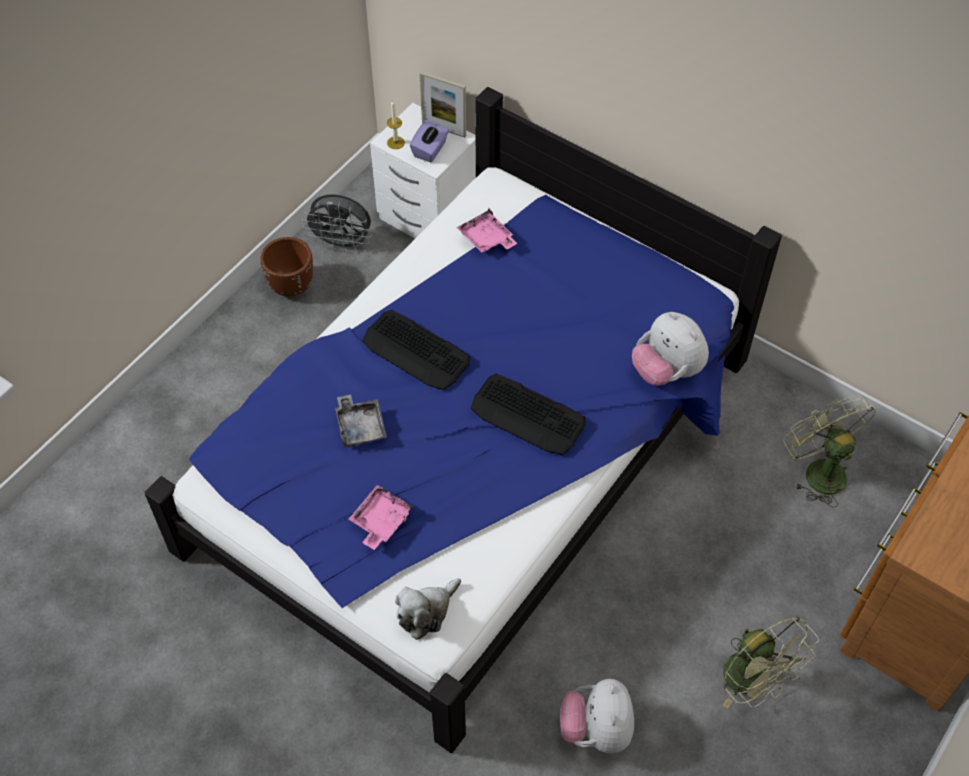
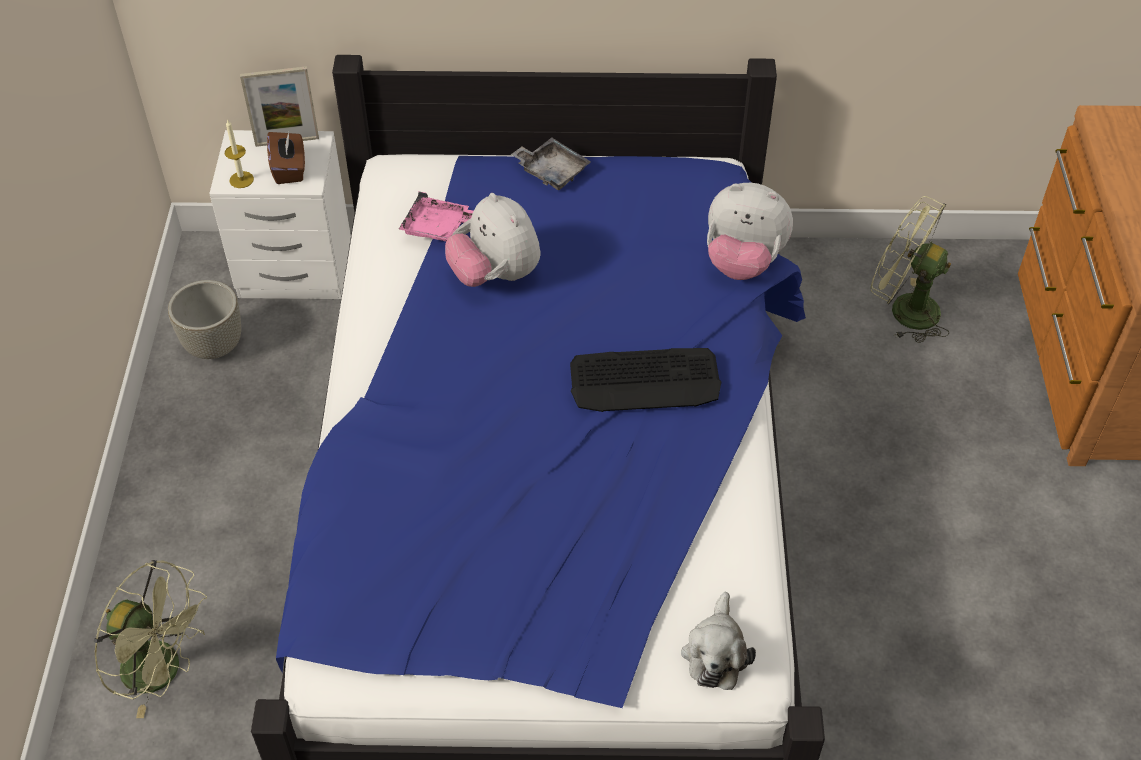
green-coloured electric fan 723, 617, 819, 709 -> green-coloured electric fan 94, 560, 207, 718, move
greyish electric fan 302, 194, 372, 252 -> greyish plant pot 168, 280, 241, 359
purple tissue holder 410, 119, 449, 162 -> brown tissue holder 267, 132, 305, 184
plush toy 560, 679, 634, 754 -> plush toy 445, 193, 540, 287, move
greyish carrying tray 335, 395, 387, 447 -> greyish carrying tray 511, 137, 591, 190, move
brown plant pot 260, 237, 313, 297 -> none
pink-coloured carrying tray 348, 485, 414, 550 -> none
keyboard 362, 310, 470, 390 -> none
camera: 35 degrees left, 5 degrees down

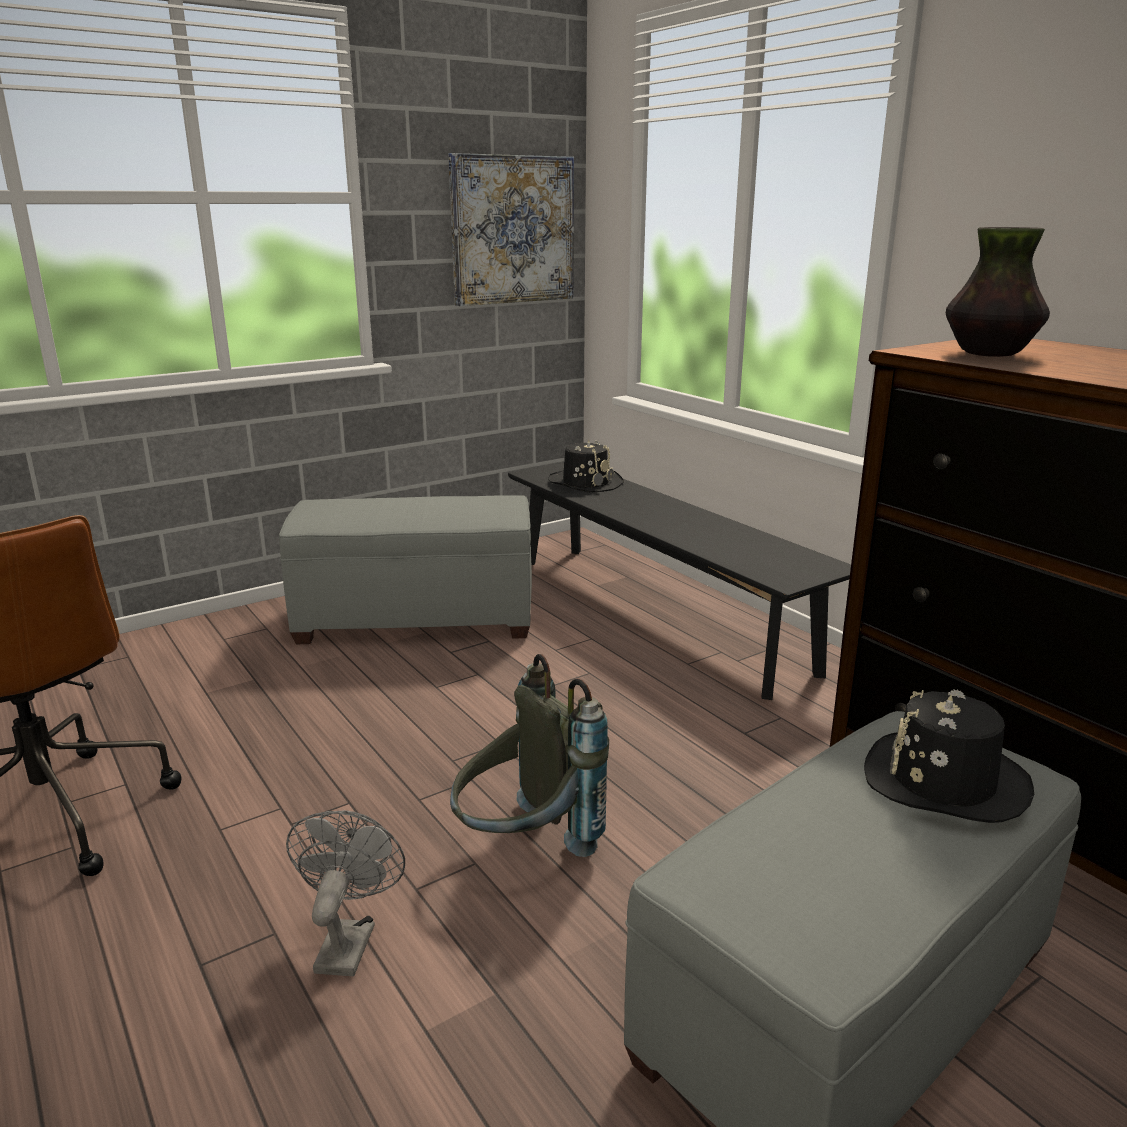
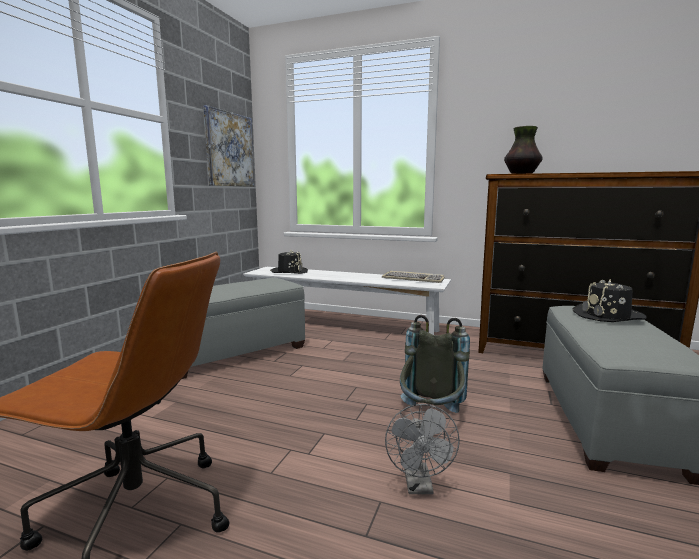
black-coloured indoor bench 508, 463, 851, 700 -> white indoor bench 243, 267, 451, 335
none -> keyboard 382, 271, 445, 283
greyish electric fan 286, 810, 405, 976 -> greyish electric fan 385, 404, 460, 494, 150 degrees counterclockwise
camera: 35 degrees left, 10 degrees down

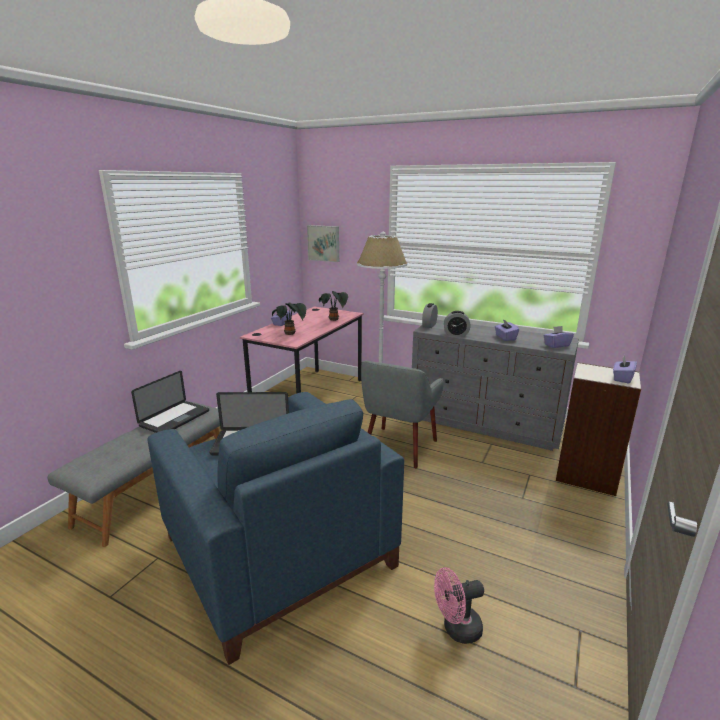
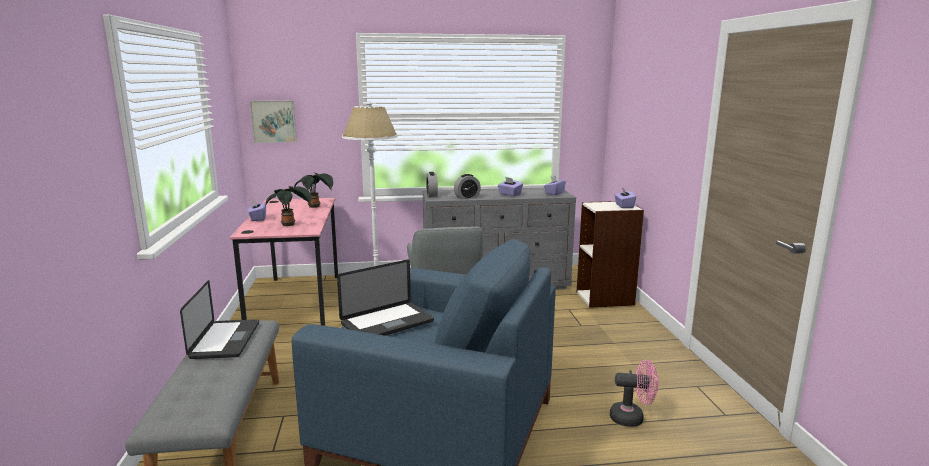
pink-coloured electric fan 434, 567, 484, 644 -> pink-coloured electric fan 610, 360, 658, 427, 120 degrees counterclockwise
camera: 35 degrees left, 5 degrees down

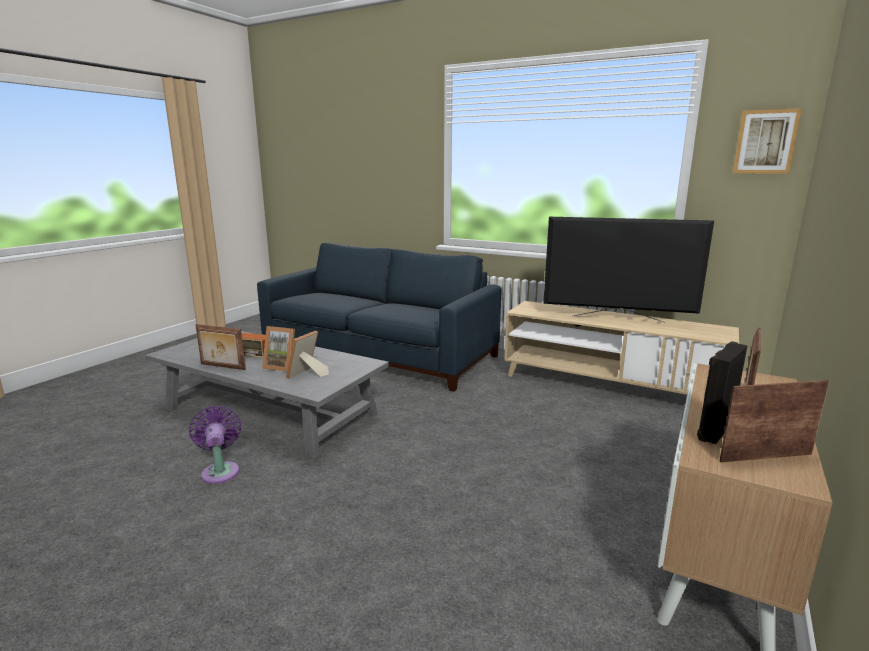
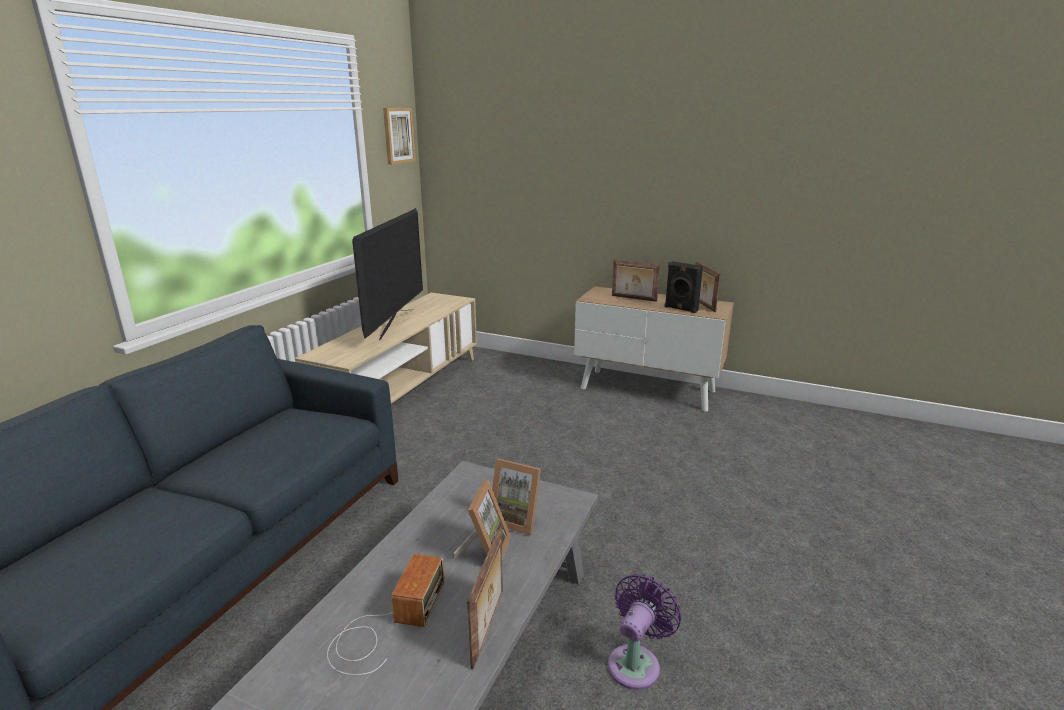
purple electric fan 189, 406, 241, 484 -> purple electric fan 608, 574, 682, 690, 150 degrees clockwise
camera: 95 degrees left, 5 degrees up

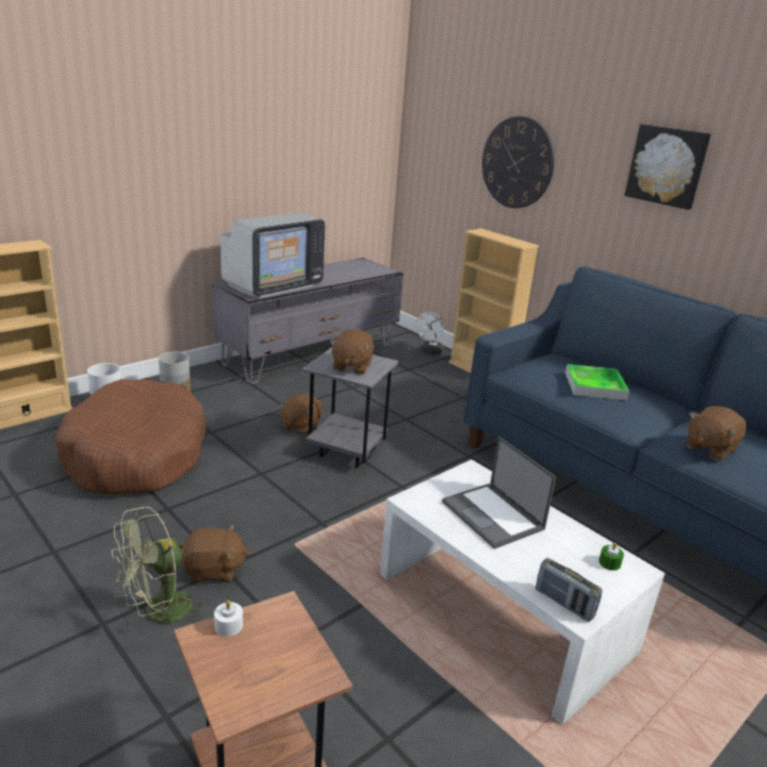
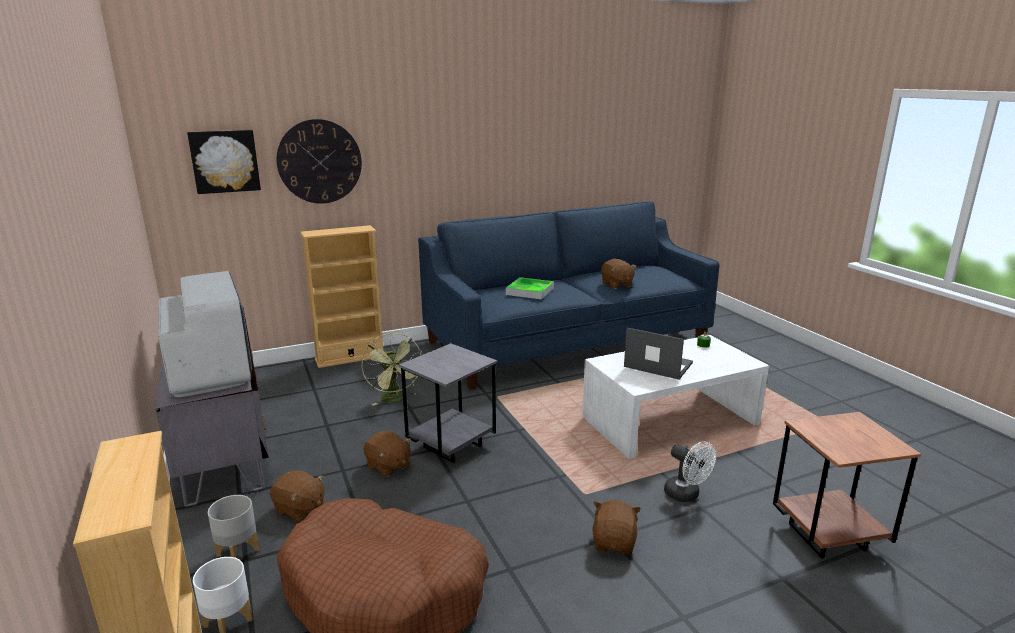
picture 625, 124, 711, 210 -> picture 187, 130, 261, 194, move
brown plush toy 330, 329, 374, 374 -> brown plush toy 270, 470, 325, 523, move
green-coloured electric fan 112, 506, 208, 628 -> green-coloured electric fan 362, 333, 422, 406, move
laptop 442, 436, 556, 549 -> laptop 624, 328, 693, 380, 135 degrees counterclockwise
white electric fan 416, 312, 444, 355 -> white electric fan 664, 441, 716, 502, move
white wax light 214, 600, 243, 637 -> none
radio receiver 535, 558, 602, 622 -> none
camera: 70 degrees left, 5 degrees down

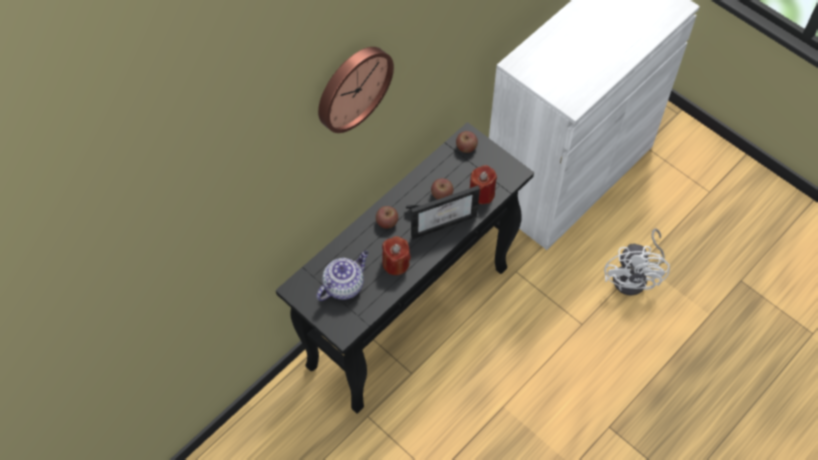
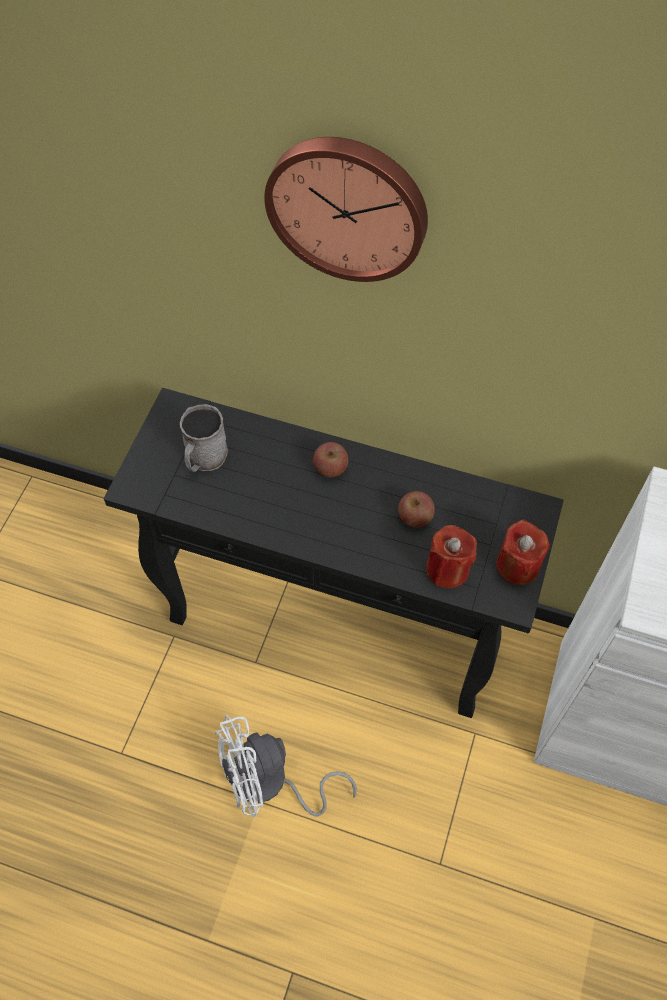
tea pot 316, 251, 368, 301 -> greyish mug 180, 404, 228, 472
white electric fan 604, 229, 670, 296 -> white electric fan 215, 715, 357, 817, move
red-coloured wax light 382, 236, 411, 275 -> red-coloured wax light 496, 520, 550, 585, move
standing frame 406, 186, 480, 240 -> none
apple fruit 456, 131, 478, 153 -> none
camera: 65 degrees right, 0 degrees up

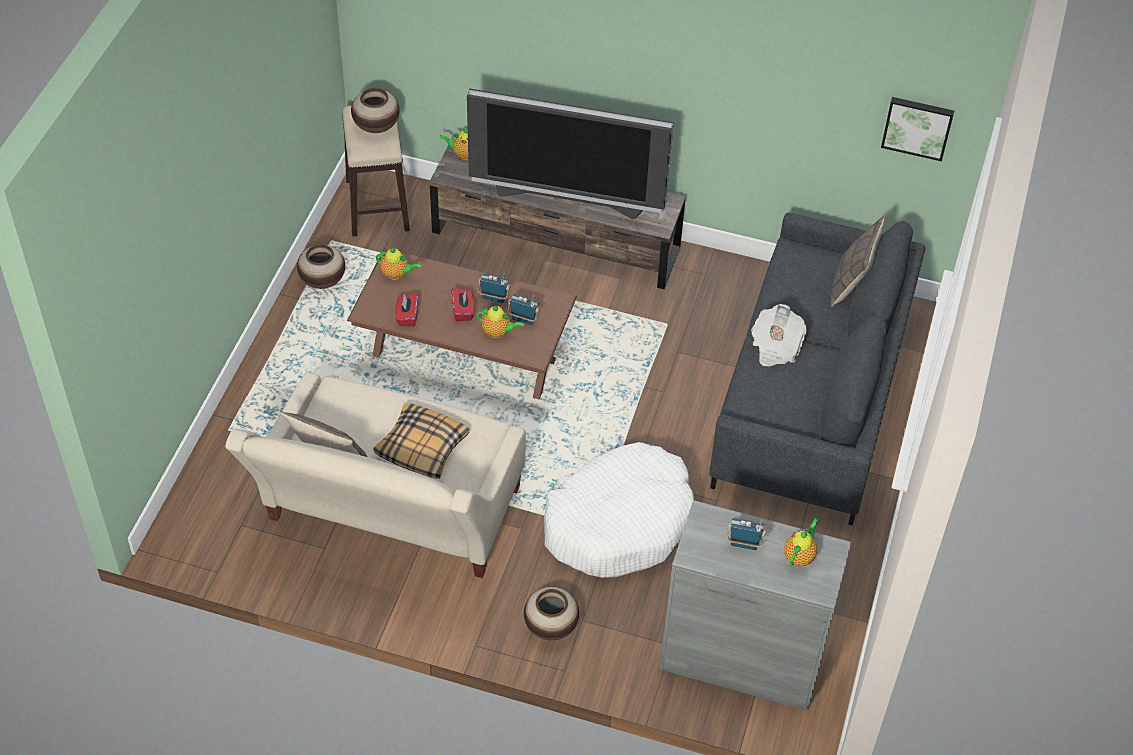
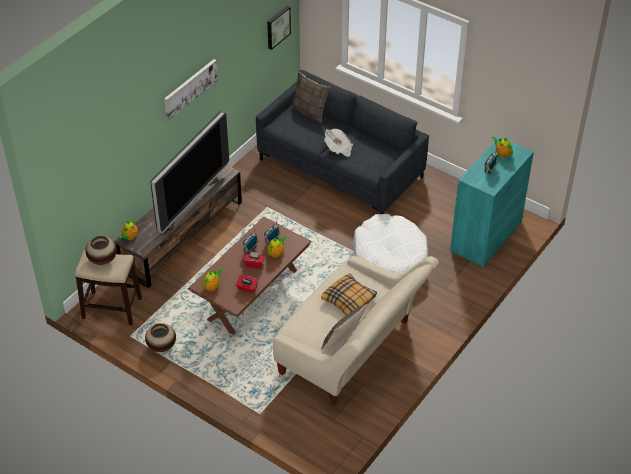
none -> picture 164, 59, 218, 120
greyish cabinet 659, 500, 852, 711 -> blue-green cabinet 450, 136, 534, 267
decorative vase 524, 587, 579, 640 -> none
camera: 70 degrees left, 5 degrees down

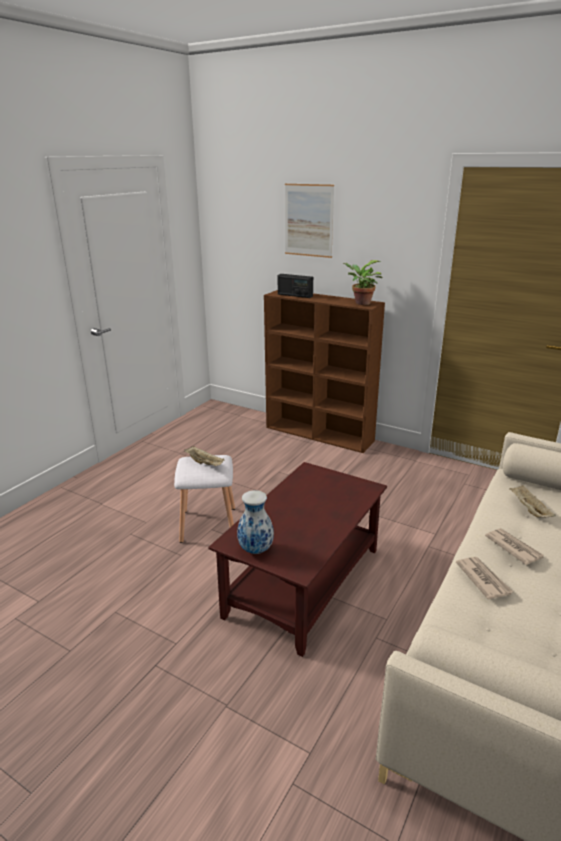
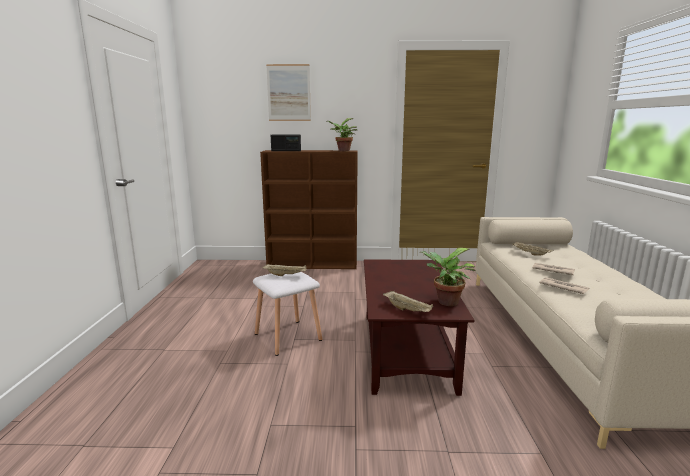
decorative vase 237, 490, 274, 554 -> beige-coloured carrying tray 383, 291, 433, 312
none -> houseplant 421, 248, 475, 306
camera: 30 degrees left, 10 degrees down

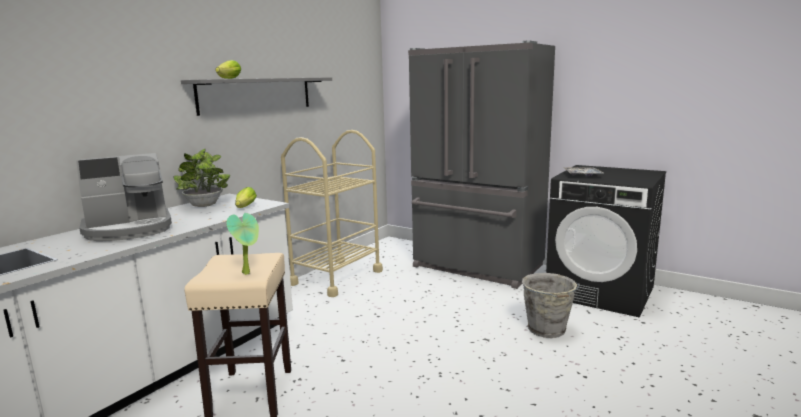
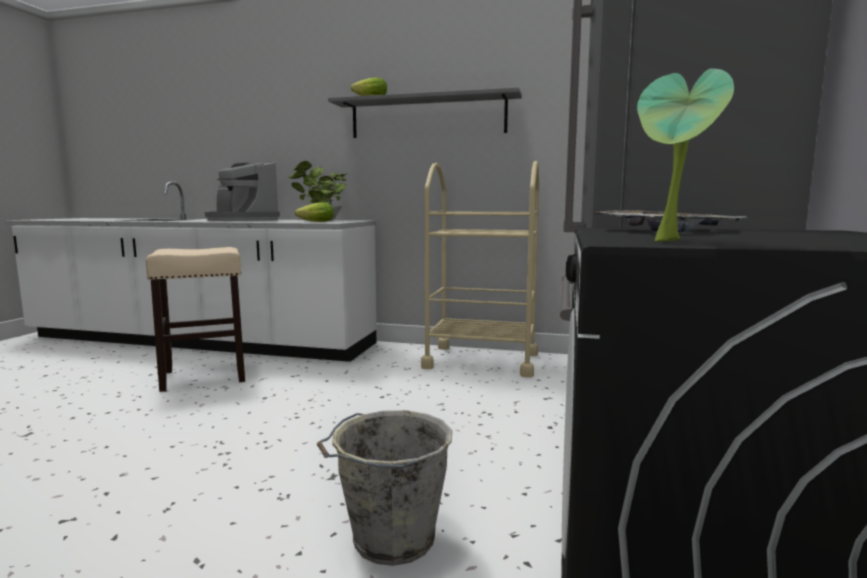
houseplant 226, 213, 259, 275 -> houseplant 637, 68, 734, 242, move
camera: 70 degrees right, 5 degrees down

